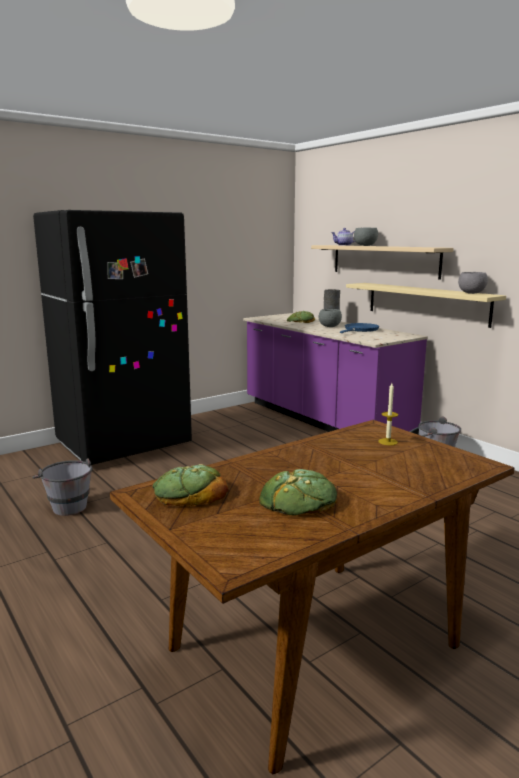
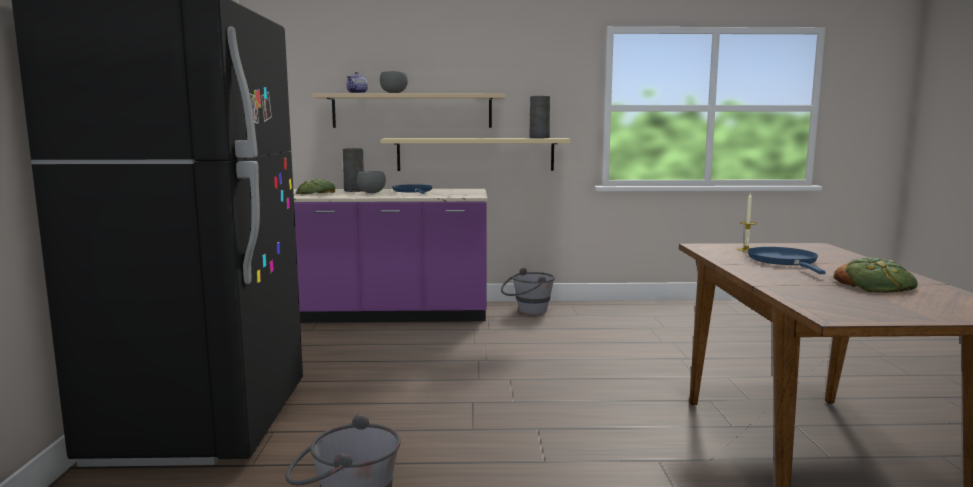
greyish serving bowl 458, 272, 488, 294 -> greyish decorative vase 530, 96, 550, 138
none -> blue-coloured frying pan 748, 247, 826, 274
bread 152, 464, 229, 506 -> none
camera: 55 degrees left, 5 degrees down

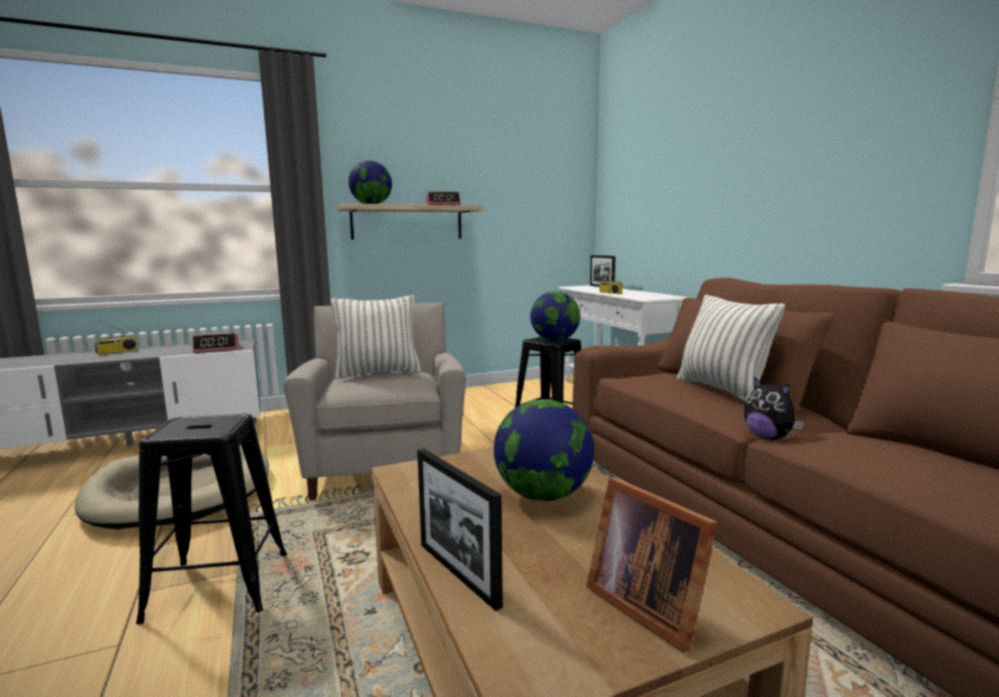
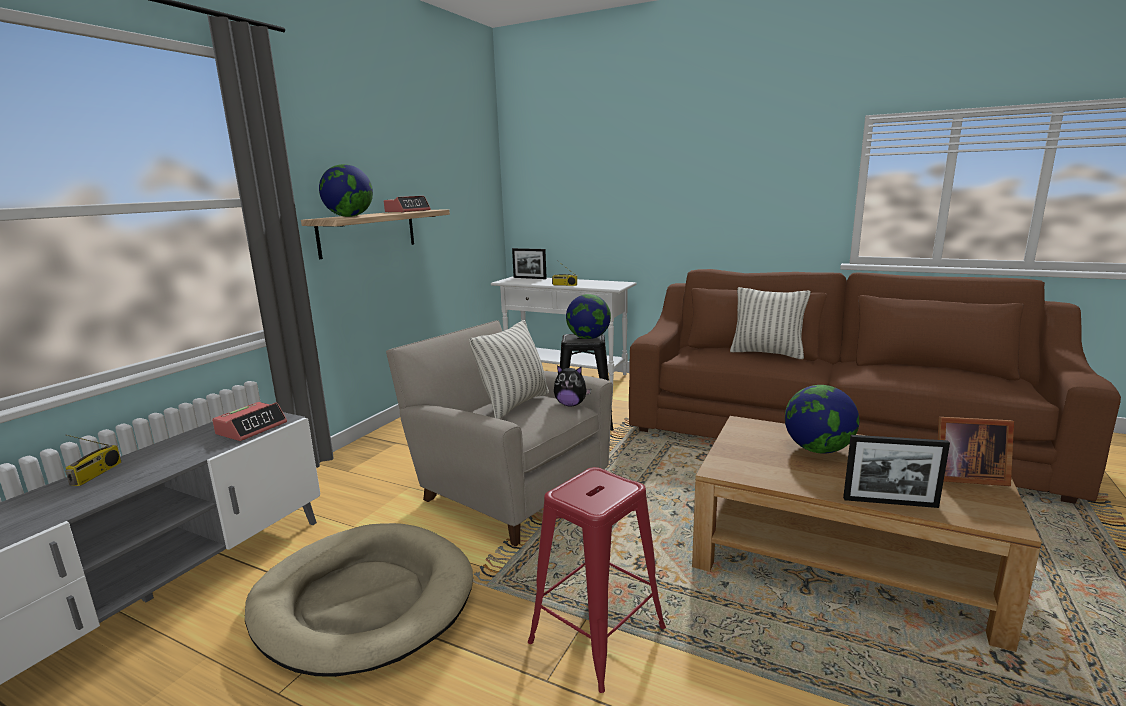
black-coloured stool 136, 414, 287, 625 -> red-coloured stool 528, 467, 666, 693
plush toy 744, 377, 804, 440 -> plush toy 554, 365, 591, 406, move
camera: 40 degrees left, 5 degrees up

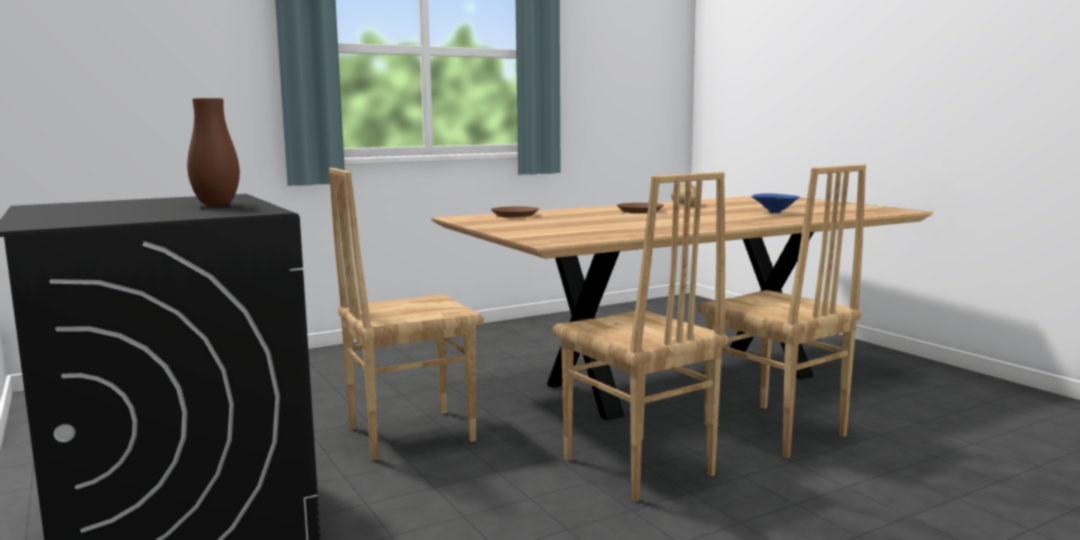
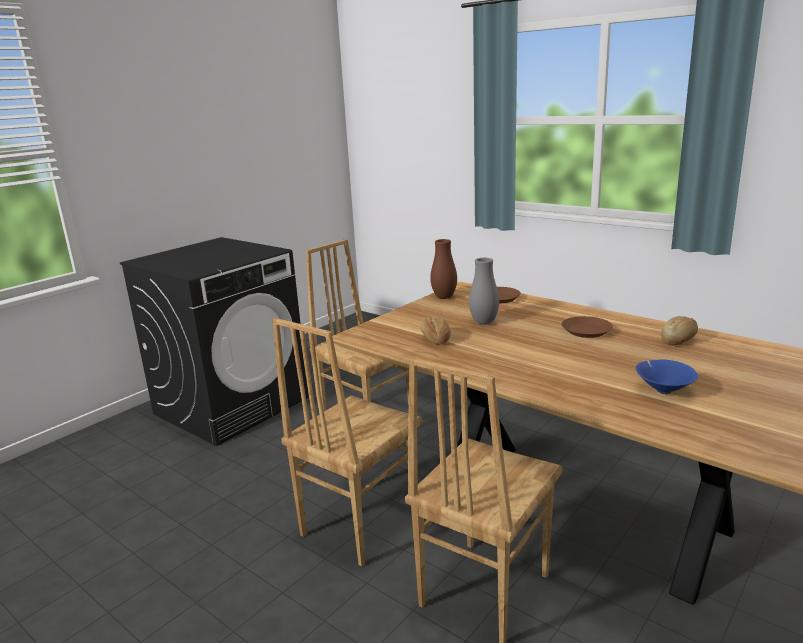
none -> bread 421, 316, 451, 345
brown decorative vase 187, 98, 240, 206 -> brown decorative vase 430, 239, 457, 299, move
none -> greyish decorative vase 469, 258, 499, 325
camera: 70 degrees right, 10 degrees up

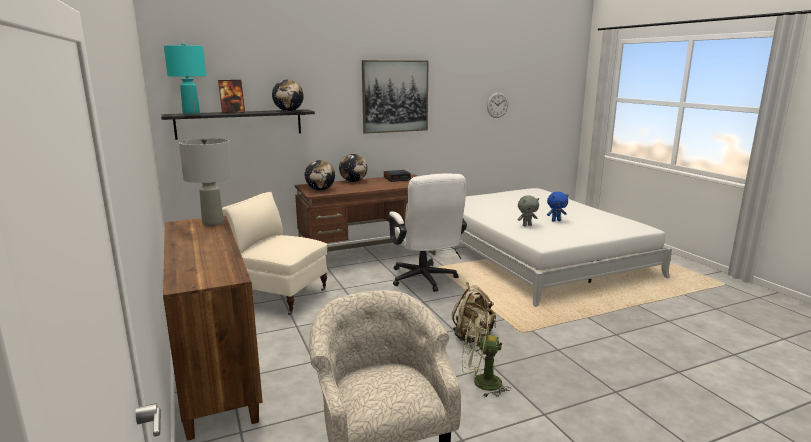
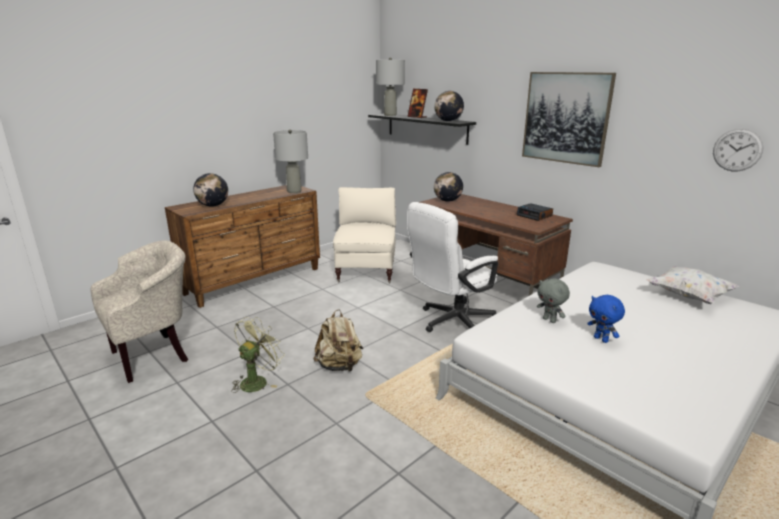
desk globe 339, 154, 367, 182 -> desk globe 193, 173, 228, 207, move
green-coloured electric fan 462, 310, 511, 397 -> green-coloured electric fan 231, 317, 285, 393, 45 degrees clockwise
blue-green table lamp 164, 43, 206, 115 -> greyish table lamp 376, 58, 405, 116
none -> white throw pillow 646, 266, 739, 304
camera: 70 degrees right, 5 degrees up

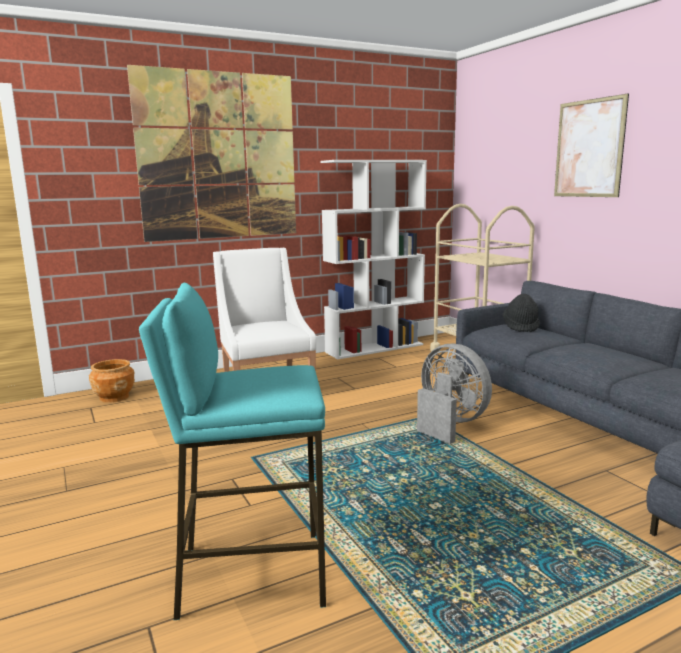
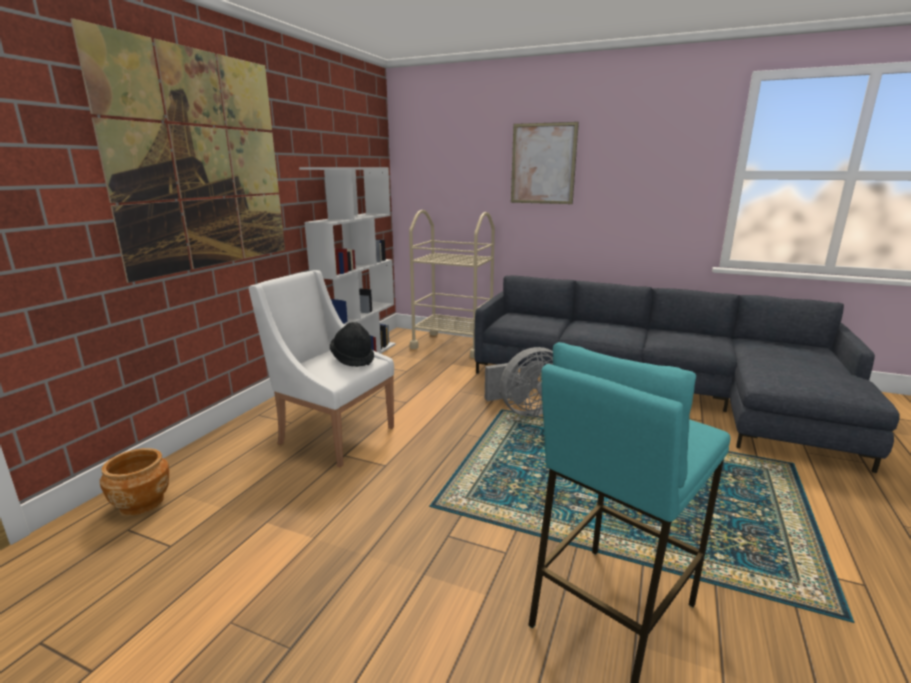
black-coloured hat 503, 294, 540, 332 -> black-coloured hat 330, 322, 374, 367, move
greyish electric fan 417, 343, 492, 444 -> greyish electric fan 485, 347, 553, 417, 150 degrees clockwise
camera: 40 degrees left, 5 degrees up

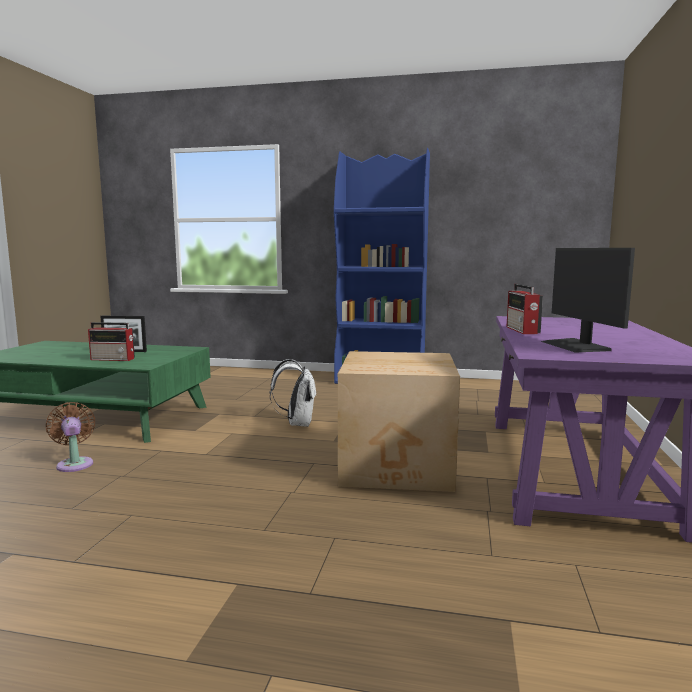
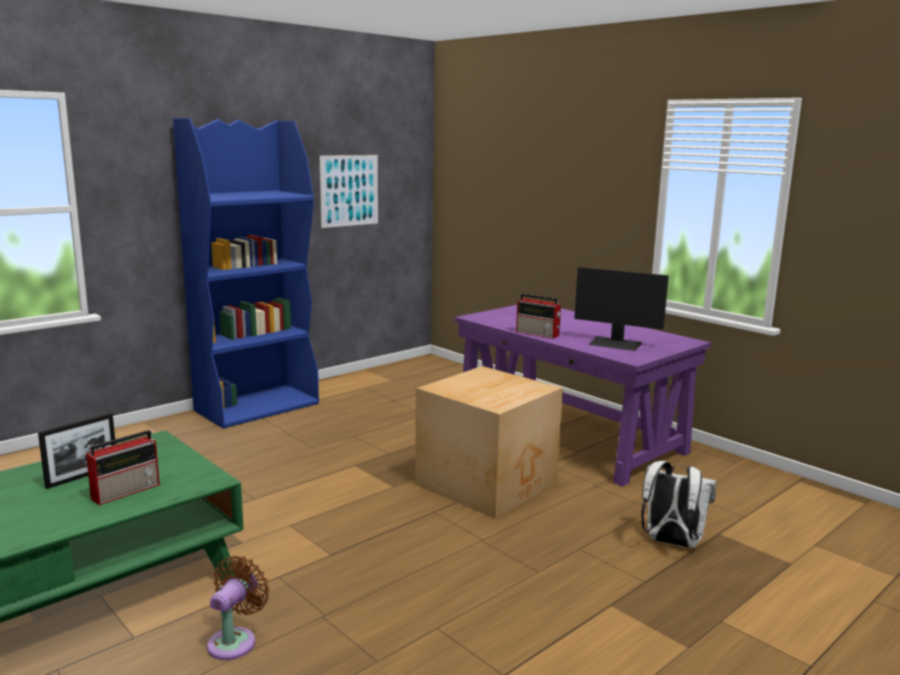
brown electric fan 46, 402, 95, 472 -> brown electric fan 207, 556, 269, 660, 105 degrees clockwise
none -> picture 320, 155, 378, 228
white rucksack 270, 359, 317, 427 -> white rucksack 641, 461, 717, 548, move
camera: 55 degrees left, 5 degrees up

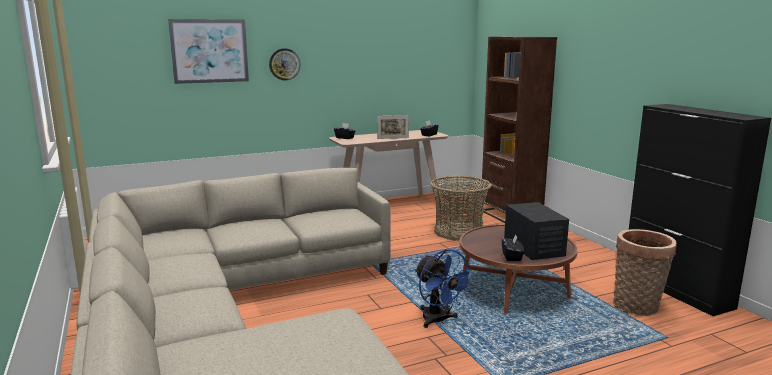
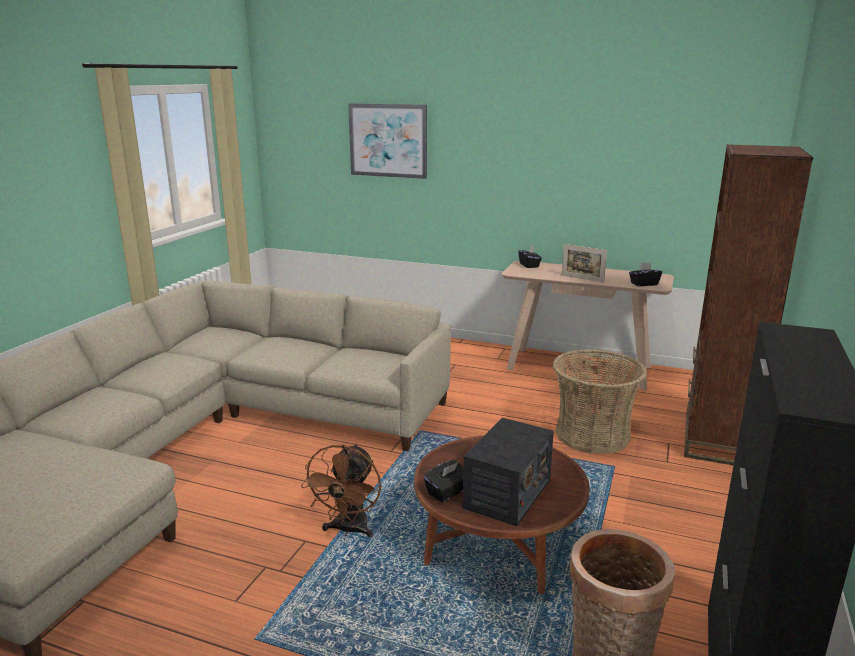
blue-coloured electric fan 415, 249, 475, 328 -> brown electric fan 301, 444, 381, 538
clock on the wall 269, 48, 300, 81 -> none
camera: 45 degrees right, 5 degrees up

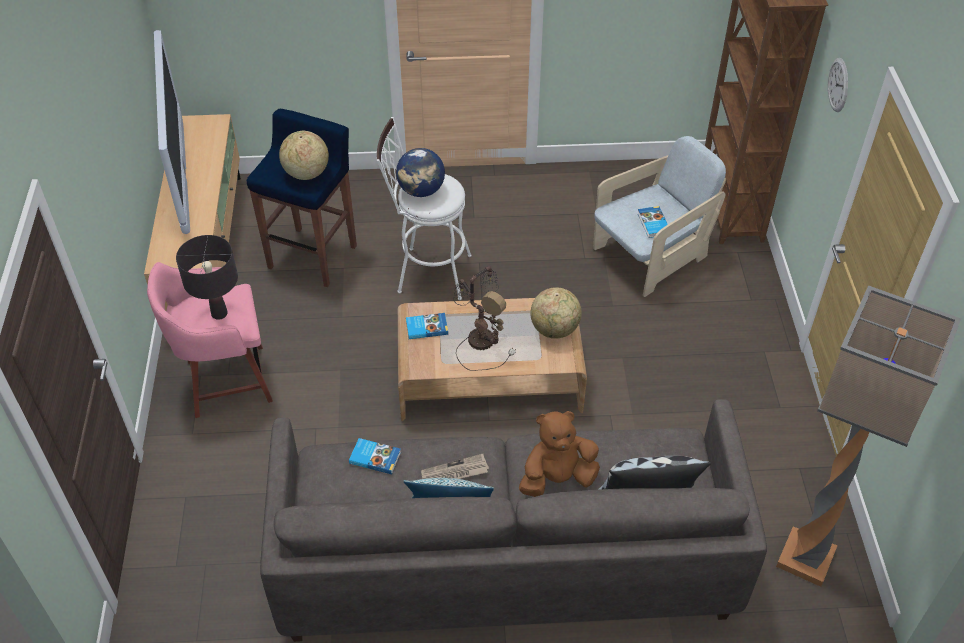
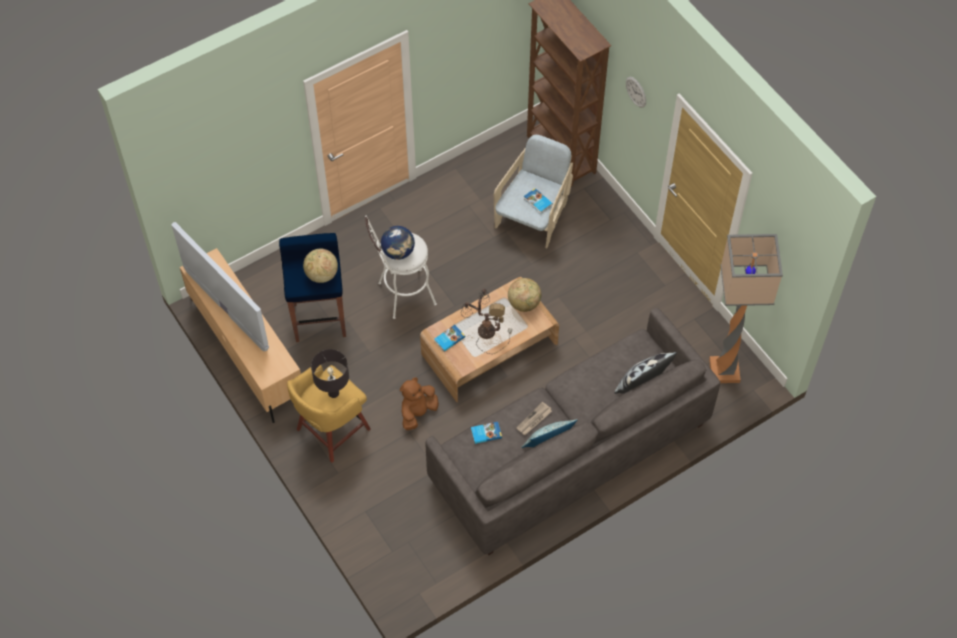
pink-coloured stool 147, 262, 273, 418 -> yellow stool 287, 365, 371, 463
brown plush toy 519, 411, 600, 497 -> brown plush toy 400, 377, 439, 430, move
camera: 30 degrees left, 10 degrees up

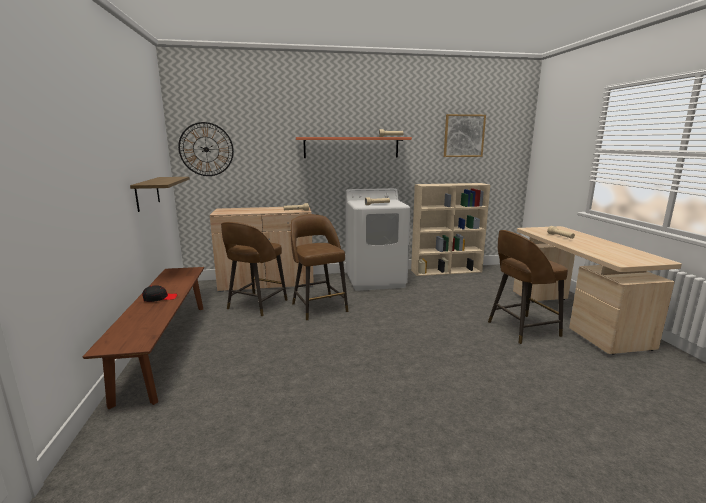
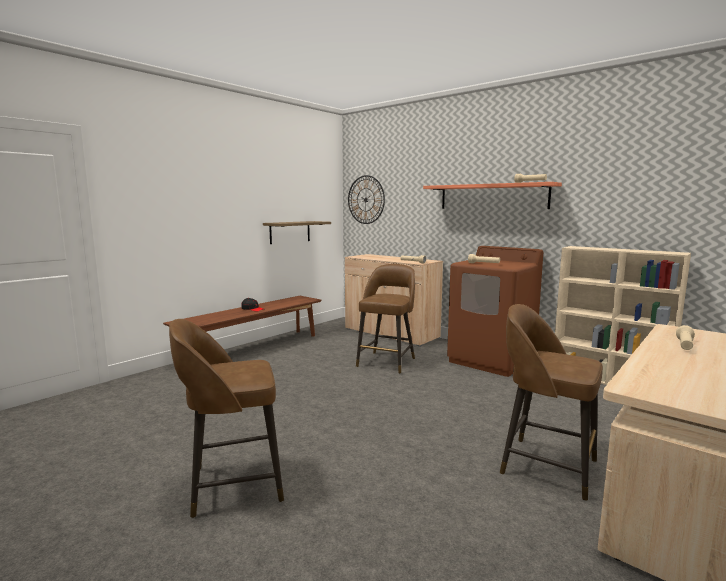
brown stool 221, 222, 287, 317 -> brown stool 169, 319, 284, 518, move
white laundry appliance 345, 188, 410, 291 -> brown laundry appliance 447, 246, 543, 377
picture 444, 114, 486, 157 -> none
camera: 50 degrees right, 5 degrees down

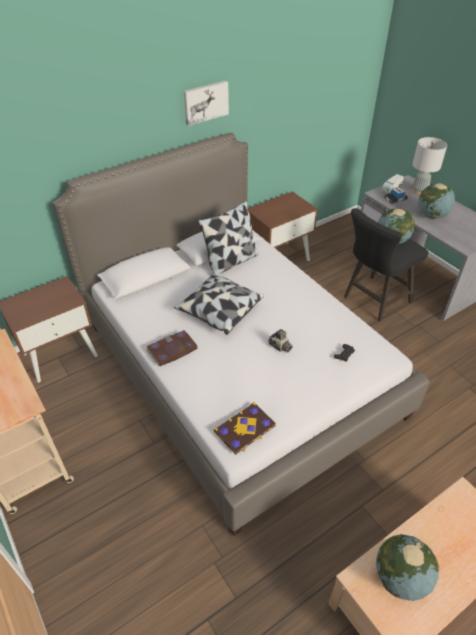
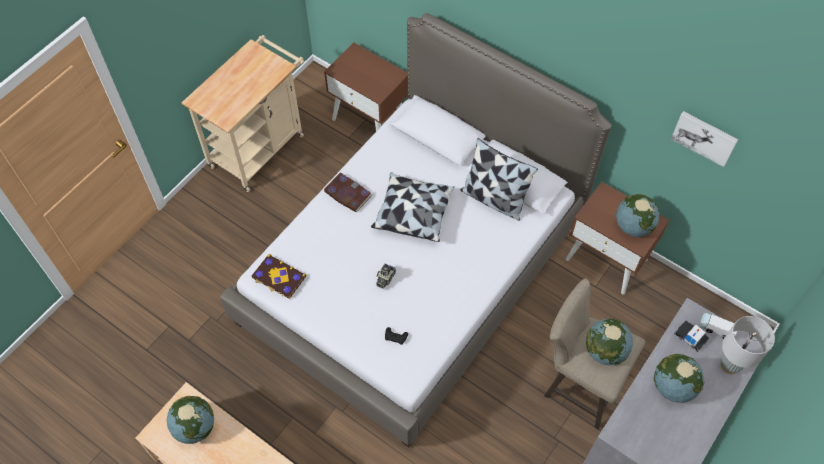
black-coloured stool 344, 208, 428, 322 -> beige-coloured stool 544, 278, 645, 429
none -> desk globe 616, 194, 659, 237
picture 184, 80, 229, 126 -> picture 671, 111, 738, 167, move
camera: 70 degrees right, 15 degrees up

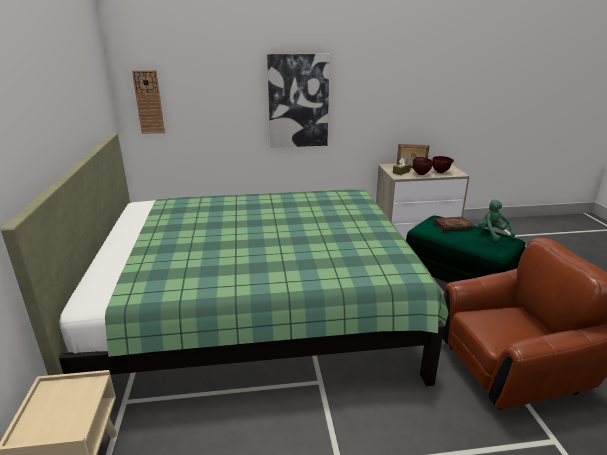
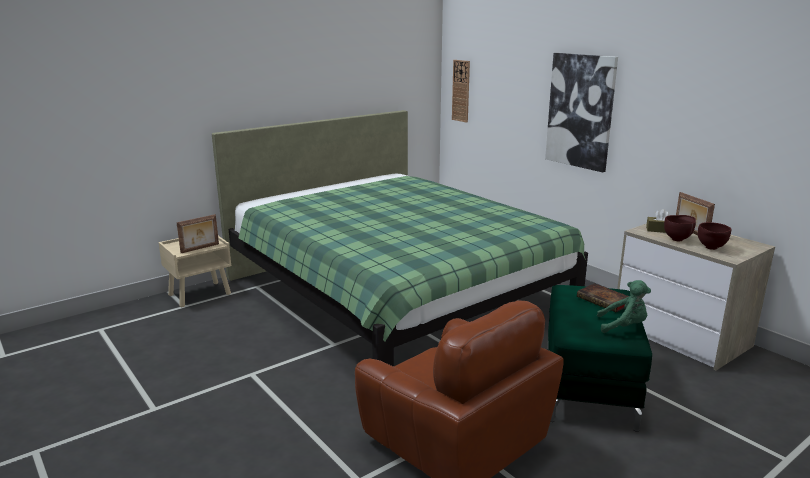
none -> standing frame 177, 214, 219, 253
green-coloured plush toy 478, 200, 515, 241 -> green-coloured plush toy 597, 280, 651, 333, 60 degrees clockwise
camera: 60 degrees right, 5 degrees down

